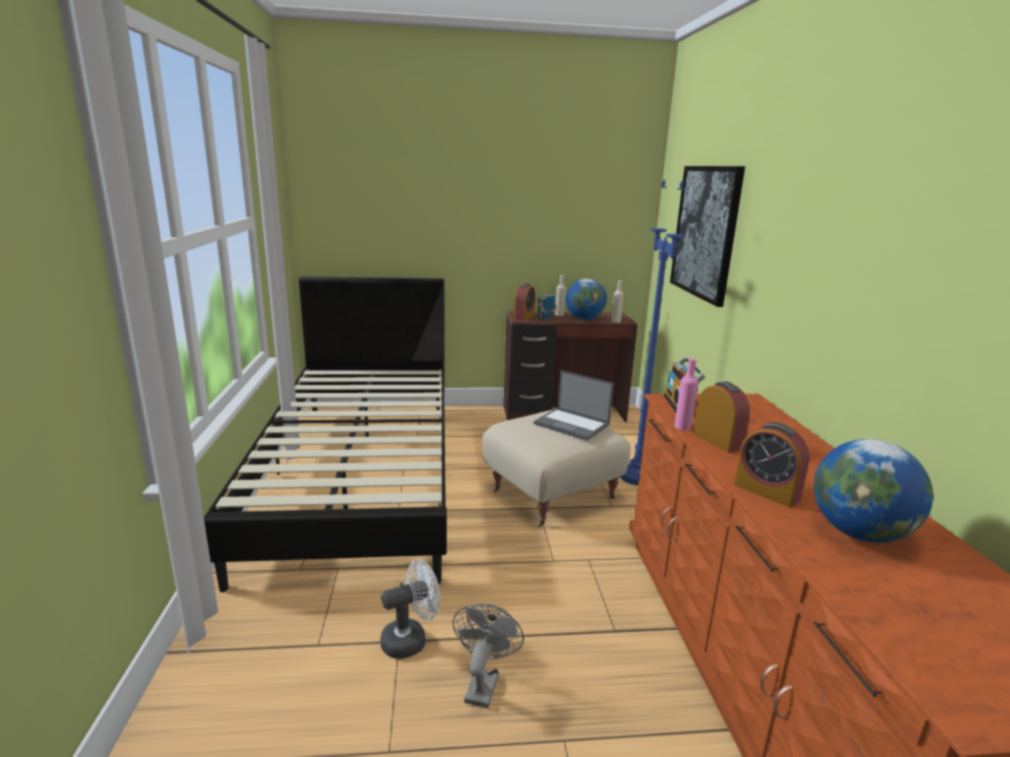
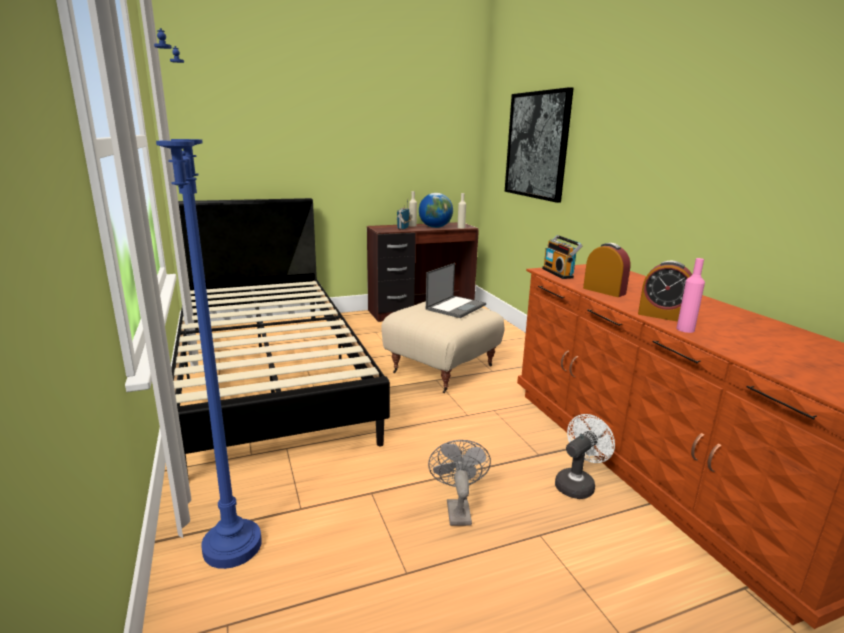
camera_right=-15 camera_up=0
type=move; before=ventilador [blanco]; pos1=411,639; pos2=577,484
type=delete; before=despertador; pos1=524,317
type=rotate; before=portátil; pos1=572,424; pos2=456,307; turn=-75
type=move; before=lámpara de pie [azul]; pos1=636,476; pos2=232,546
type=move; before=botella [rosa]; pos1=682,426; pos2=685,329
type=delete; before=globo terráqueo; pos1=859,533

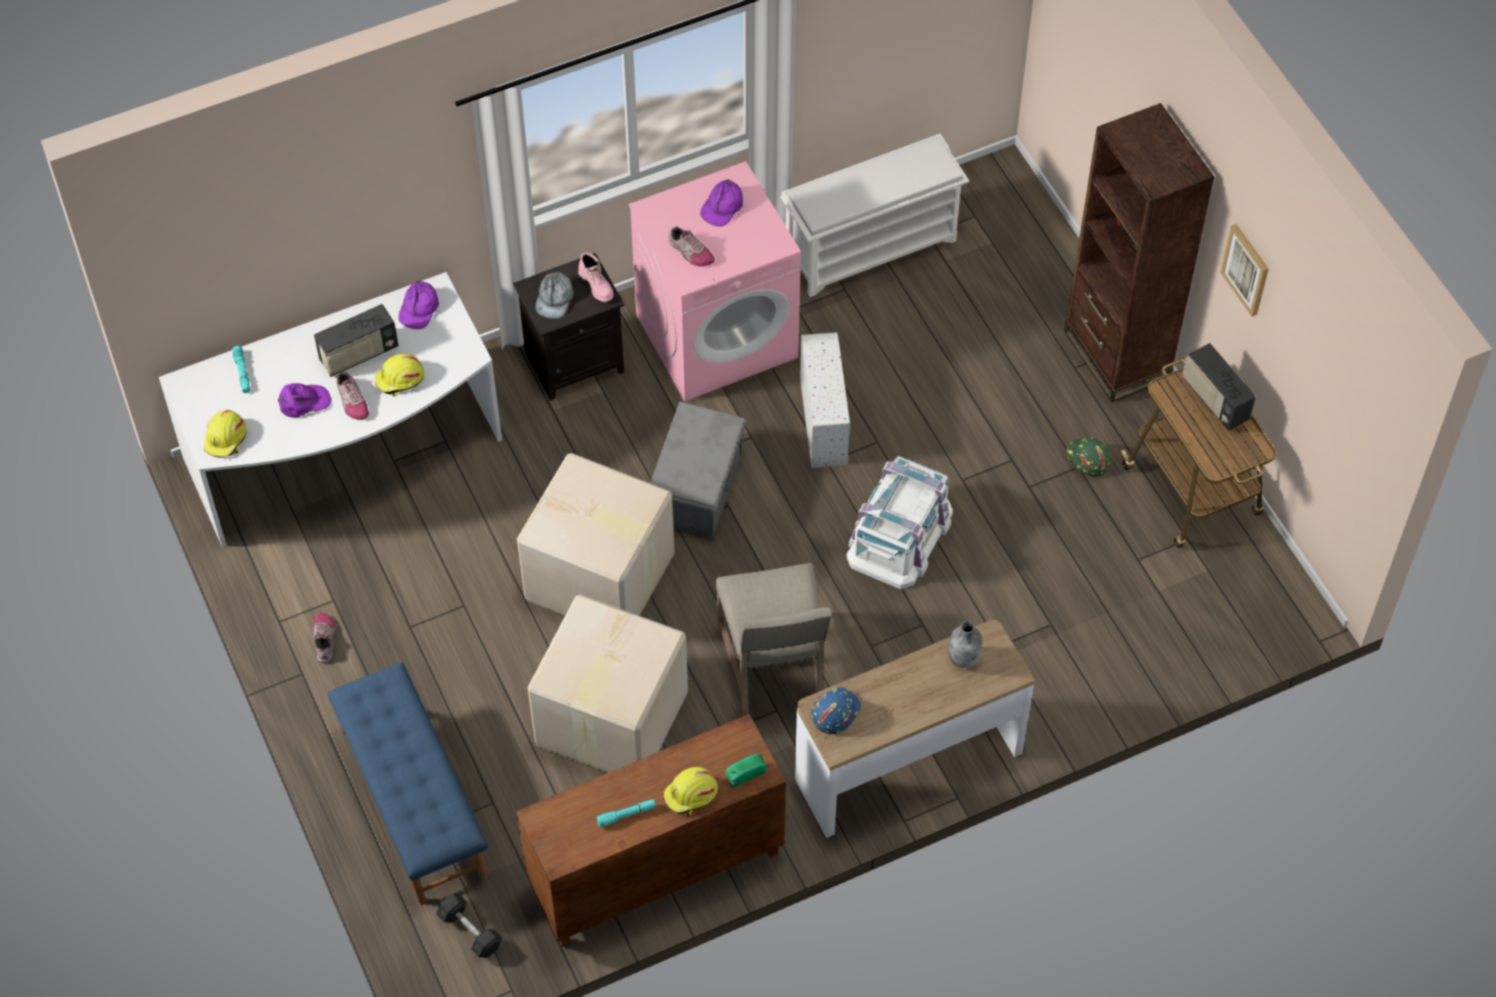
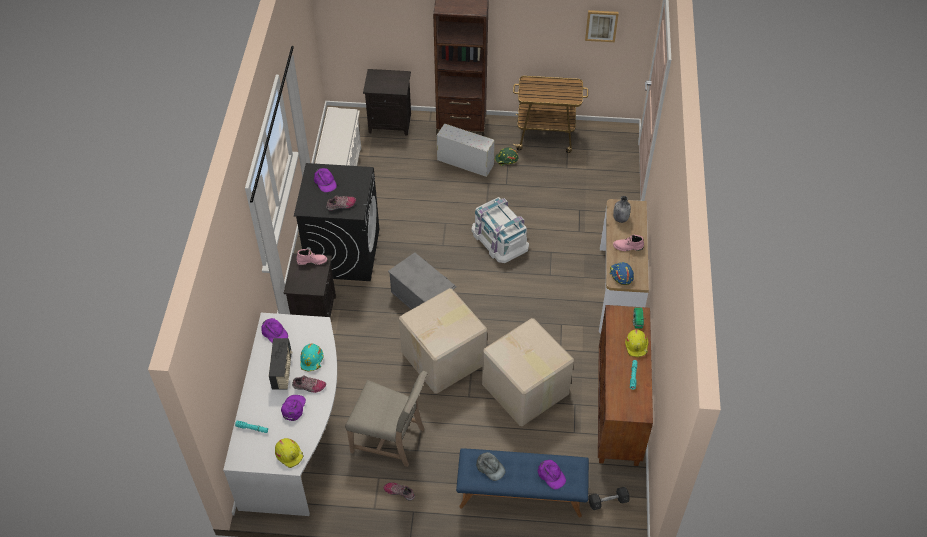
camera_right=-60 camera_up=-5
type=recolor; before=casco [amarillo]; after=casco [turquesa]; pos1=400,379; pos2=312,360
type=move; before=gorra [gris]; pos1=554,298; pos2=490,467
type=recolor; before=lavadora [rosa]; after=lavadora [negro]; pos1=717,335; pos2=343,252
type=move; before=silla [beis]; pos1=774,668; pos2=390,439
type=move; before=caja de almacenaje [blanco]; pos1=823,419; pos2=464,162
type=delete; before=radio; pos1=1214,400
type=move; before=cuadro; pos1=1246,269; pos2=601,25
type=insert; after=mesita de noche [negro]; pos2=390,122
type=insert; after=gorra [morado]; pos2=551,475
type=insert; after=bota [rosa]; pos2=627,247

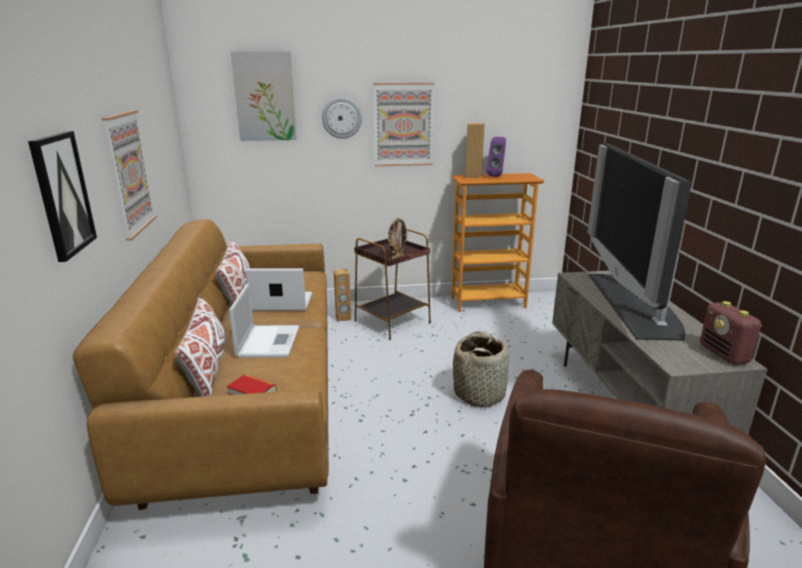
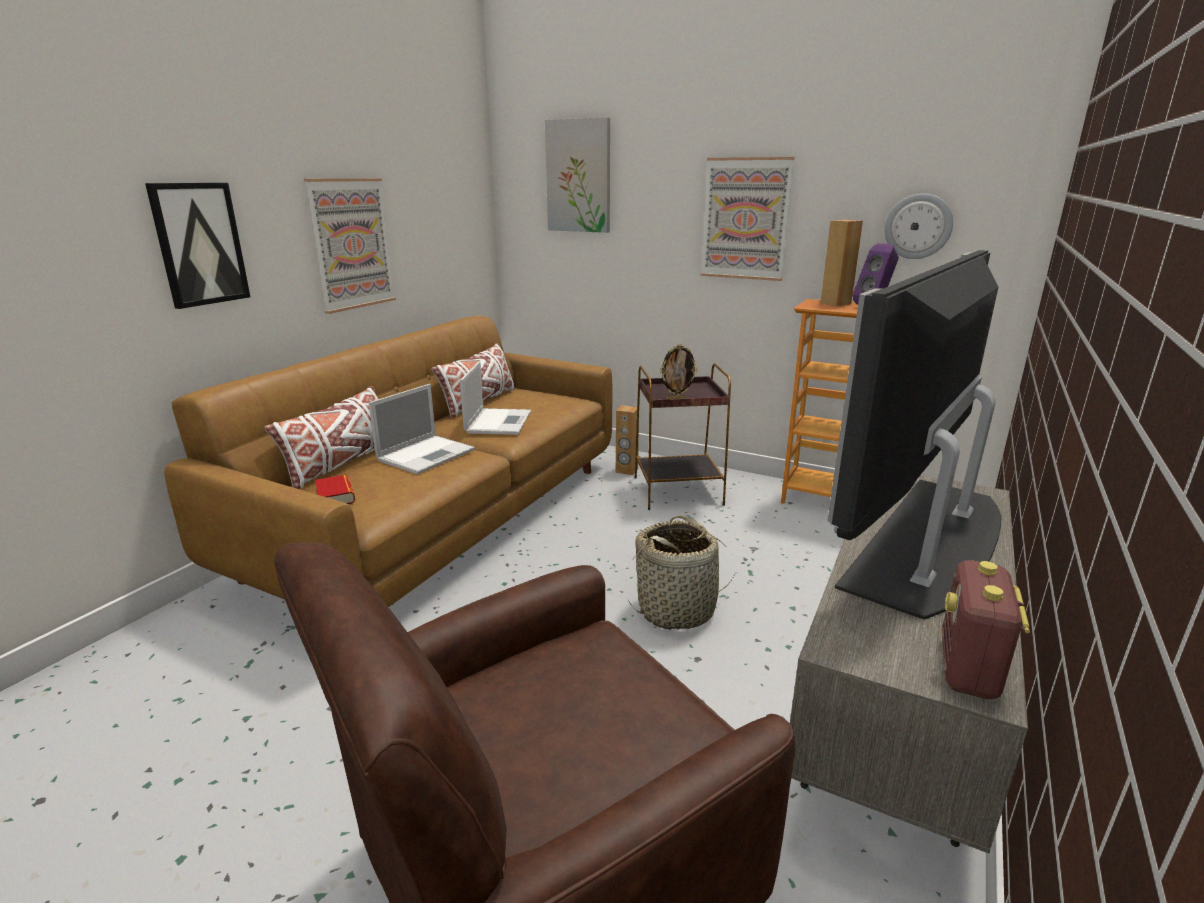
camera_right=35 camera_up=0
type=rotate; before=portátil; pos1=281,302; pos2=498,422; turn=60
type=move; before=reloj de pared; pos1=342,118; pos2=918,226

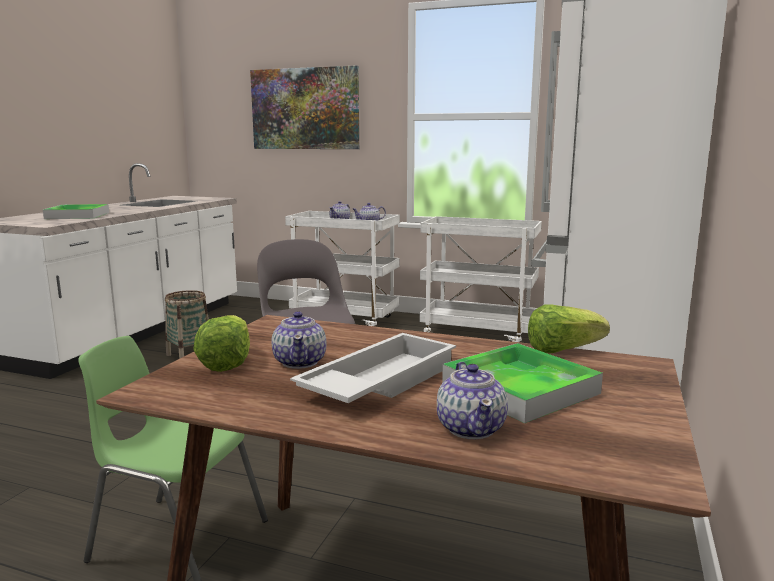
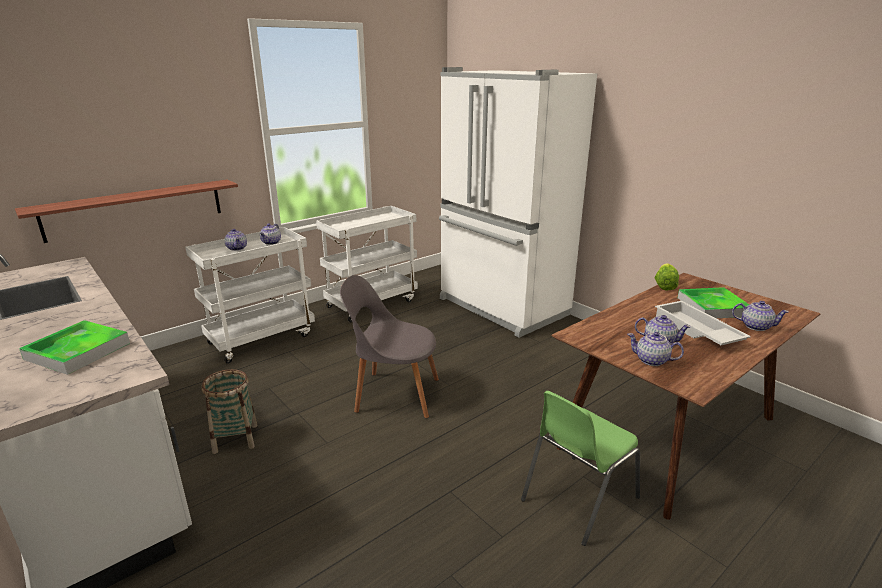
camera_right=-60 camera_up=10
type=replace; before=lechuga; after=tetera; pos1=227,362; pos2=652,360
type=delete; before=cuadro; pos1=305,109
type=insert; after=estante; pos2=135,209

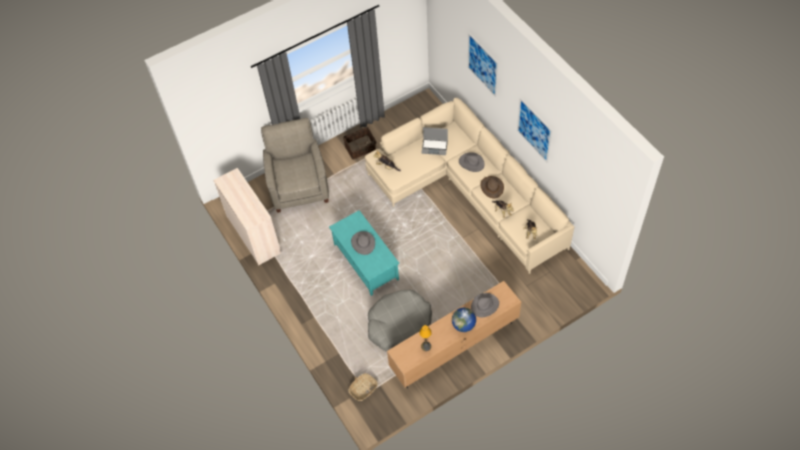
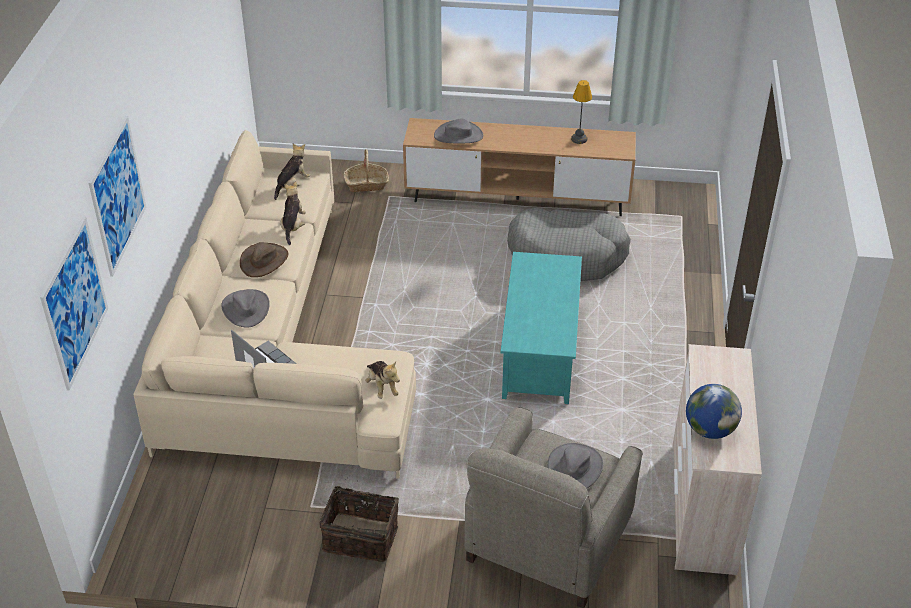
camera_right=-145 camera_up=-15
type=move; before=cesta; pos1=363,389; pos2=366,184
type=move; before=sombrero [gris]; pos1=363,243; pos2=574,468
type=move; before=globo terráqueo; pos1=463,325; pos2=709,429
type=move; before=cuadro; pos1=534,130; pos2=75,303

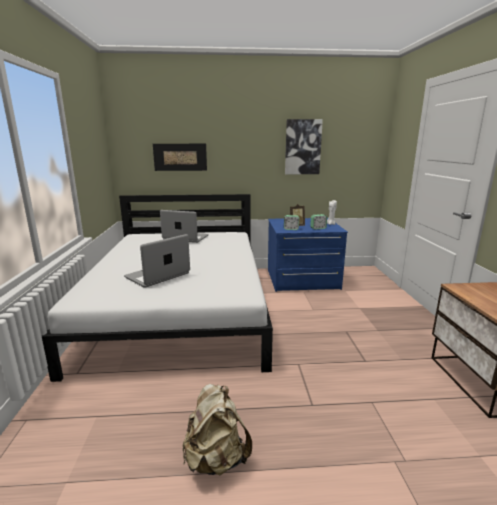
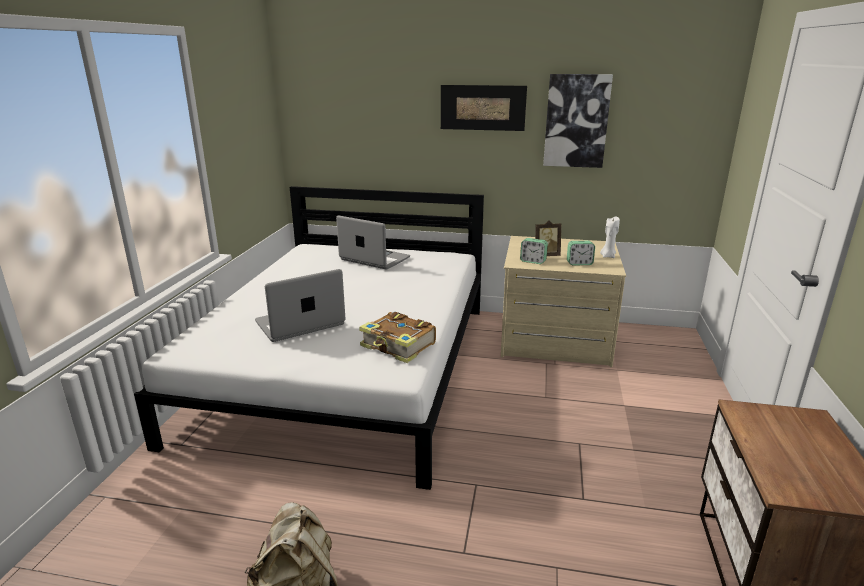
camera_right=15 camera_up=5
type=move; before=cuadro; pos1=180,157; pos2=482,107
type=recolor; before=cómoda [azul]; after=cómoda [beis]; pos1=302,279; pos2=555,340
type=insert; after=libro; pos2=398,346

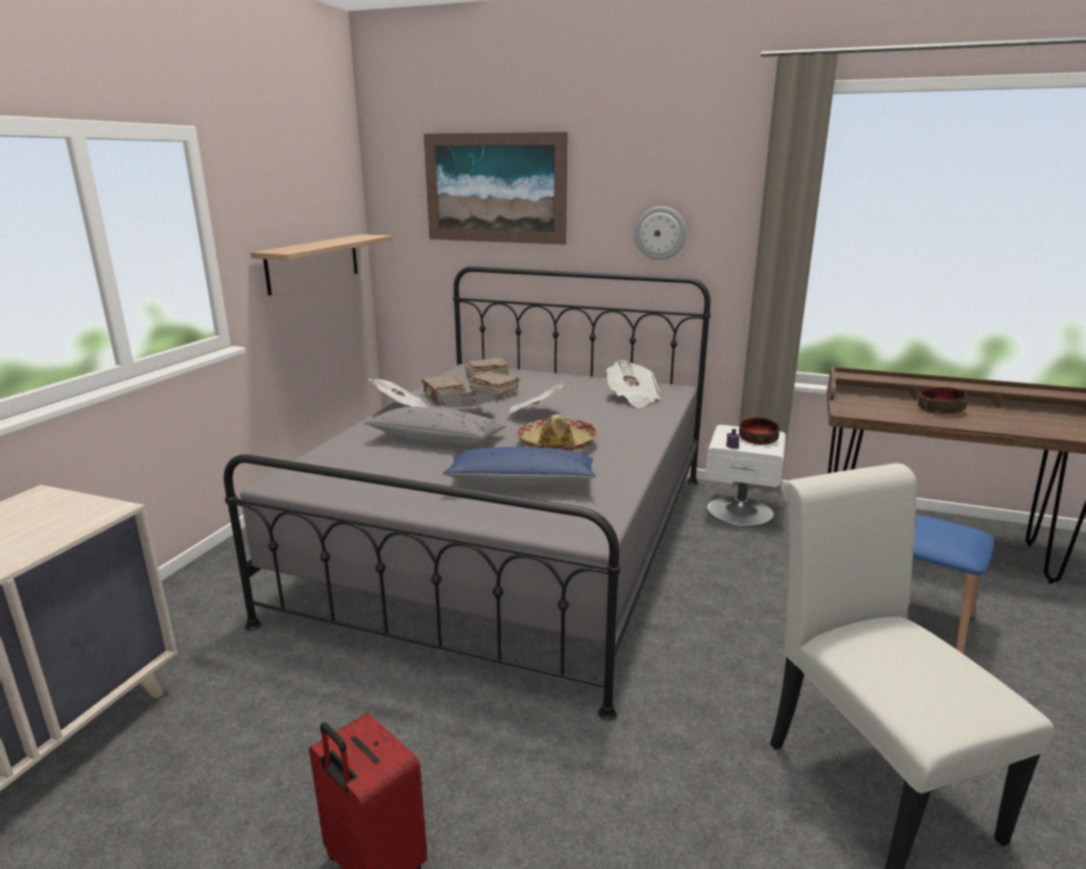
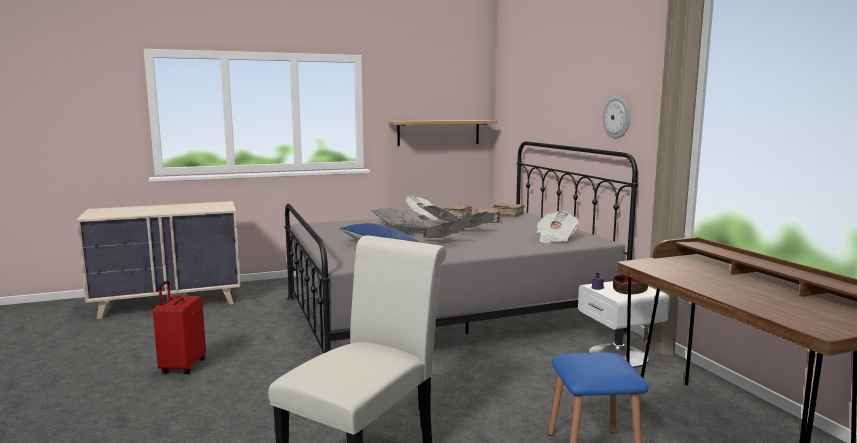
camera_right=50 camera_up=-10
type=delete; before=cuadro; pos1=495,188
type=replace; before=sombrero; after=periódico; pos1=557,444; pos2=443,242
type=delete; before=cuenco; pos1=939,409

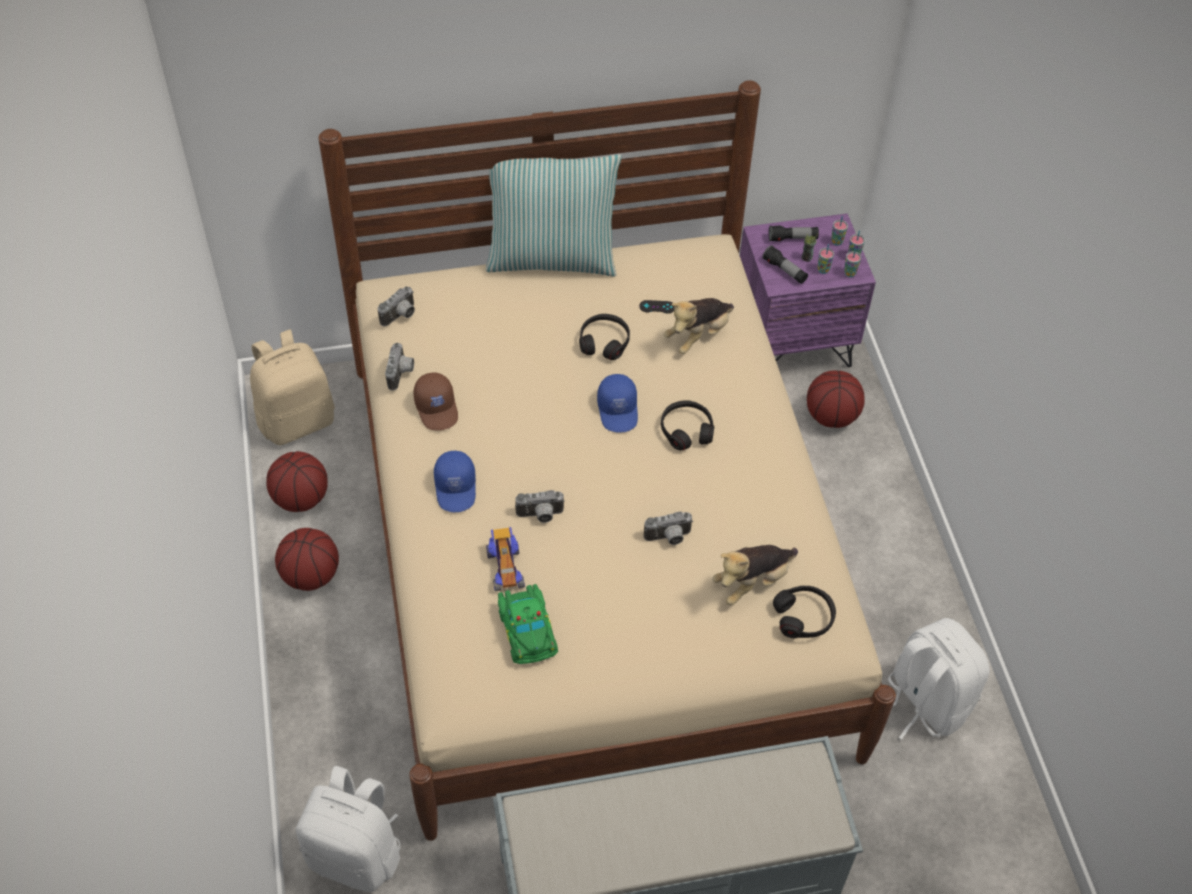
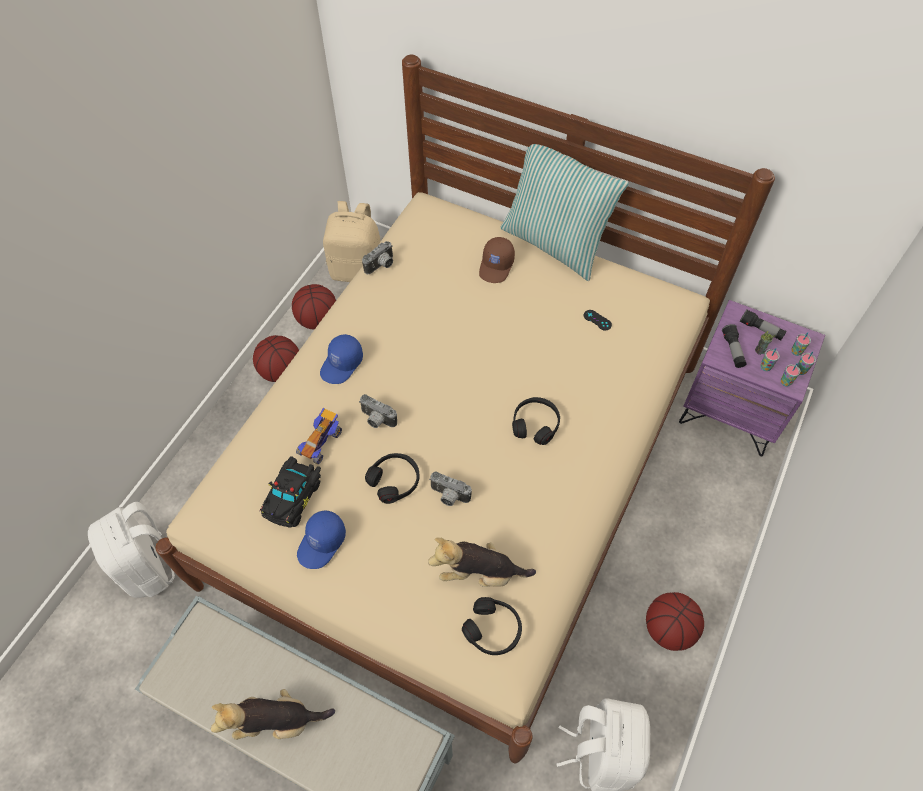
camera_right=40 camera_up=5
type=delete; before=cámara; pos1=400,316
type=move; before=gorra [marrón]; pos1=437,408; pos2=497,266
type=recolor; before=coche de juguete [verde]; after=coche de juguete [negro]; pos1=528,629; pos2=294,496
type=move; before=auriculares [negro]; pos1=604,342; pos2=394,480
type=move; before=gorra [azul]; pos1=618,410; pos2=322,543
type=move; before=peluche; pos1=698,335; pos2=277,722
type=move; before=balón de baloncesto; pos1=831,416; pos2=669,629

